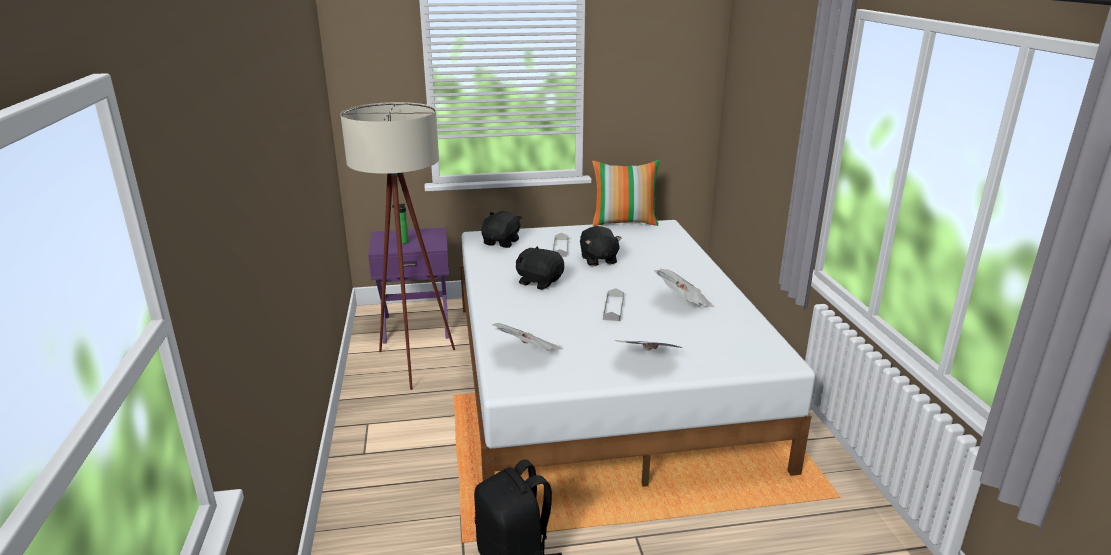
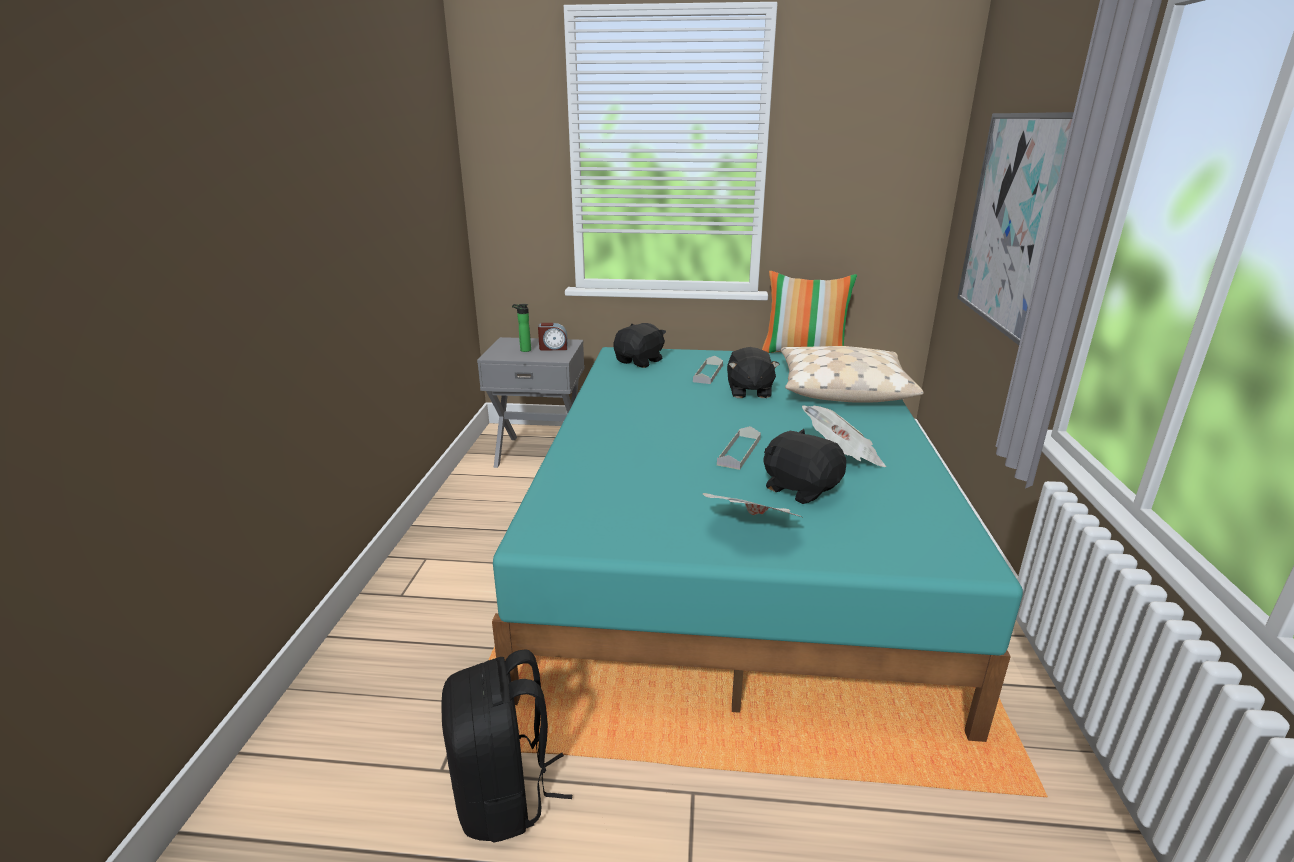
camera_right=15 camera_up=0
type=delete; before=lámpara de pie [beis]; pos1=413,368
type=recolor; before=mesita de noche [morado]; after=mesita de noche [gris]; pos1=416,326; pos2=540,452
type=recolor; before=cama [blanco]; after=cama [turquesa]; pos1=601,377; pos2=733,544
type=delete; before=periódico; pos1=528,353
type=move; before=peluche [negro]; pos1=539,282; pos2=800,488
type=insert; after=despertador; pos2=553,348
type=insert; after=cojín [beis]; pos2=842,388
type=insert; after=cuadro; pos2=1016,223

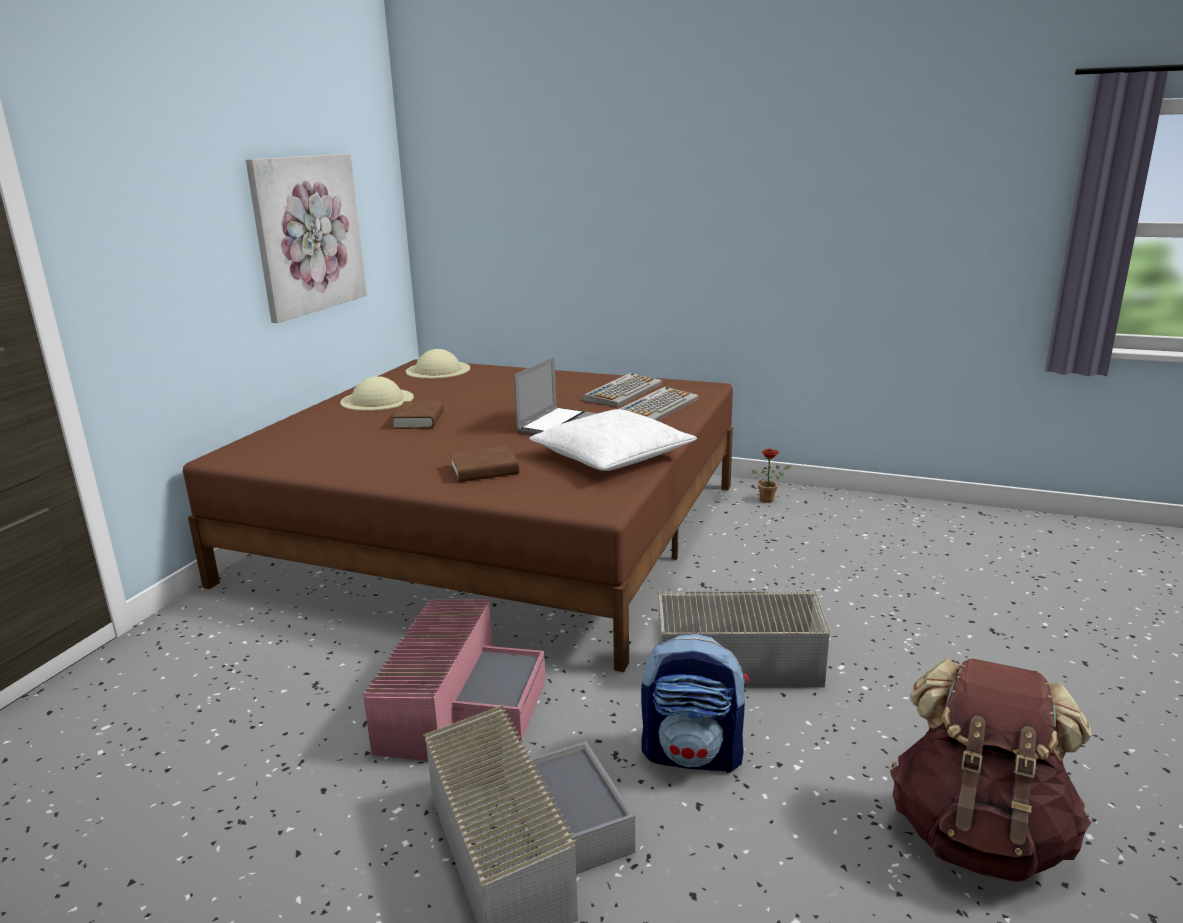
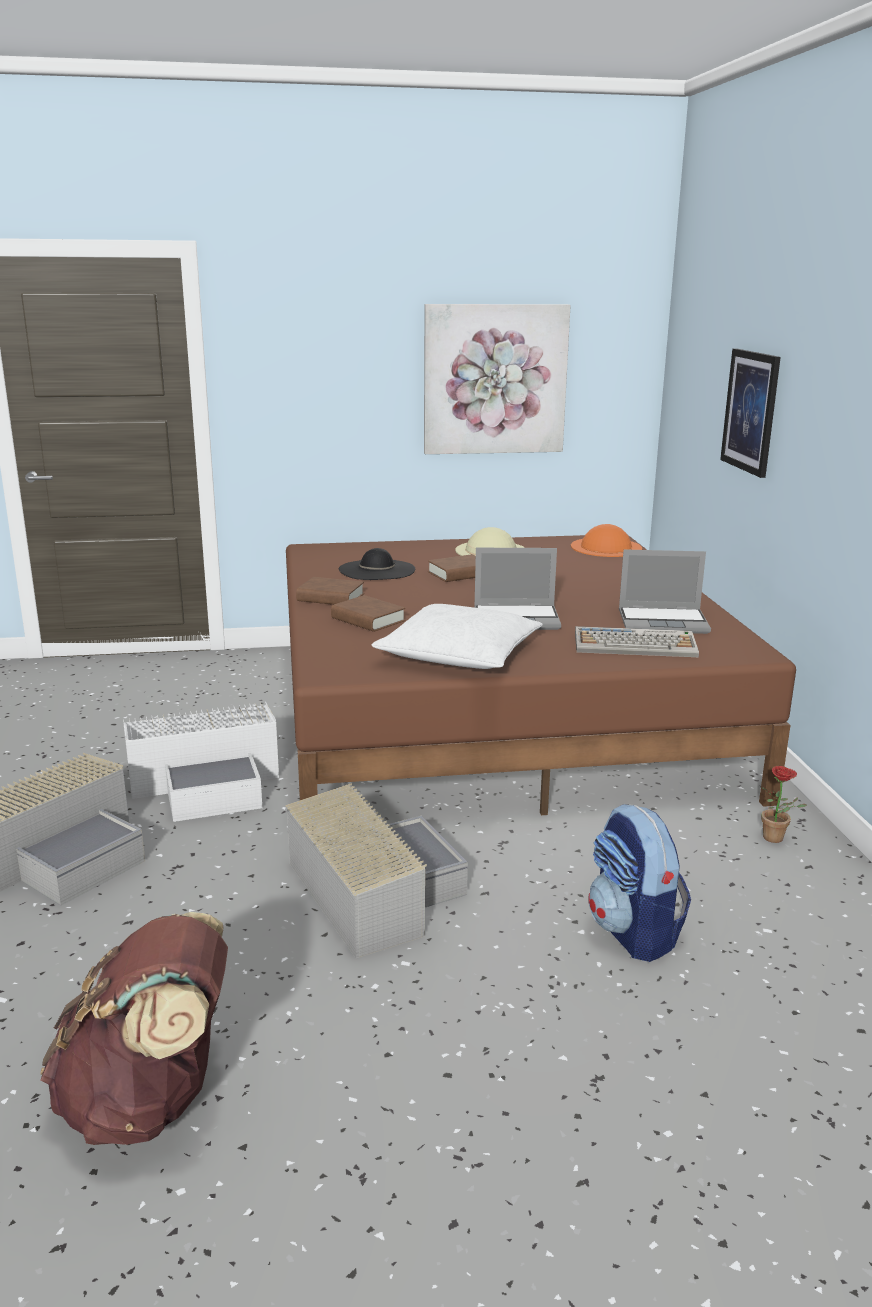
camera_right=60 camera_up=0
type=recolor; before=caja de almacenaje [rosa]; after=caja de almacenaje [blanco]; pos1=458,702; pos2=209,782
type=recolor; before=sombrero [beis]; after=sombrero [naranja]; pos1=438,370; pos2=606,547
type=replace; before=teclado; after=portátil; pos1=623,391; pos2=664,622
type=move; before=mochila; pos1=693,754; pos2=634,932
type=insert; after=libro [marrón]; pos2=330,598
type=insert; after=sombrero [negro]; pos2=377,570
type=insert; after=cuadro; pos2=750,411

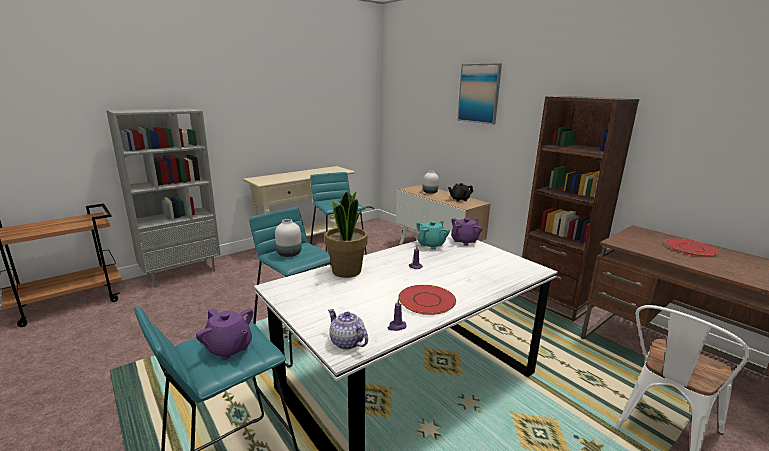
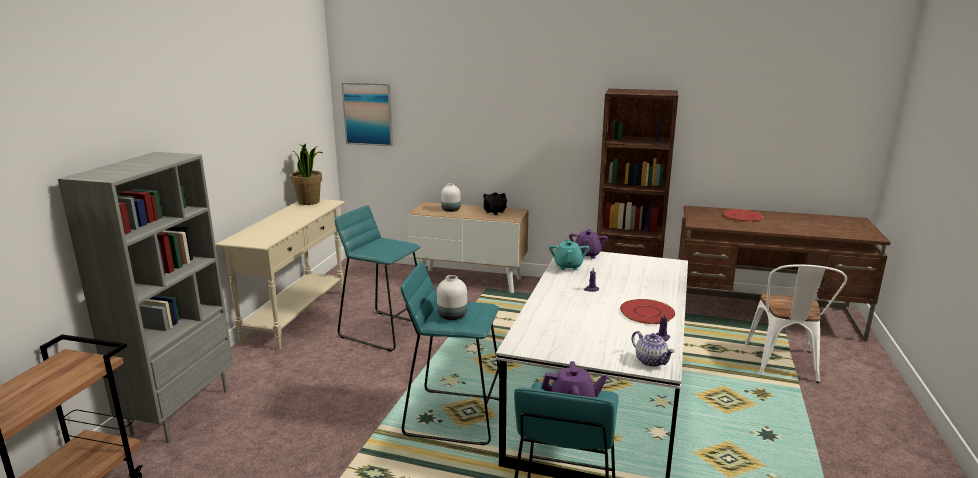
camera_right=-35 camera_up=0
type=move; before=planta en maceta; pos1=347,271; pos2=309,202
type=rotate; before=tetera; pos1=346,342; pos2=651,361; turn=-135
type=move; before=cuadro; pos1=479,93; pos2=368,114

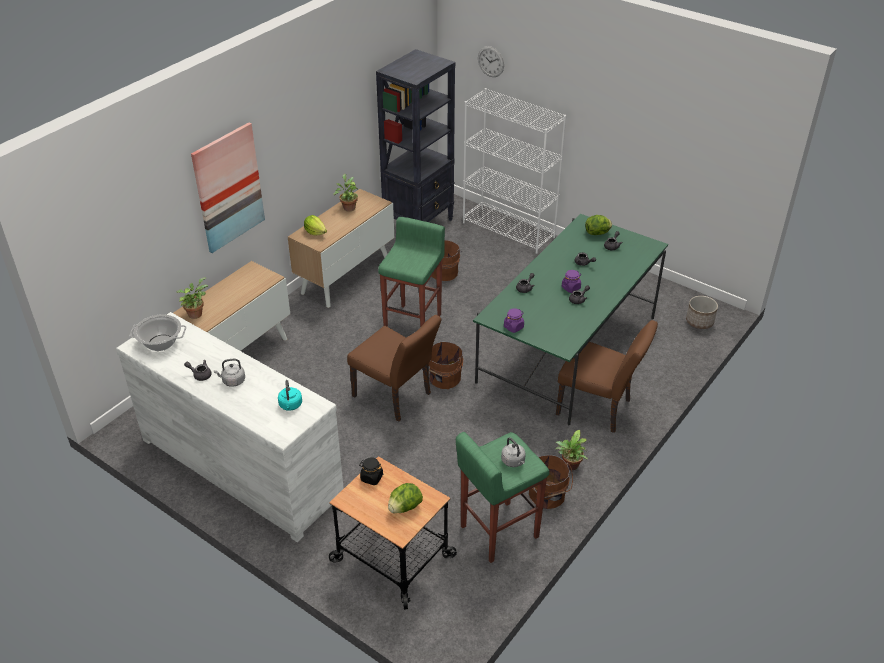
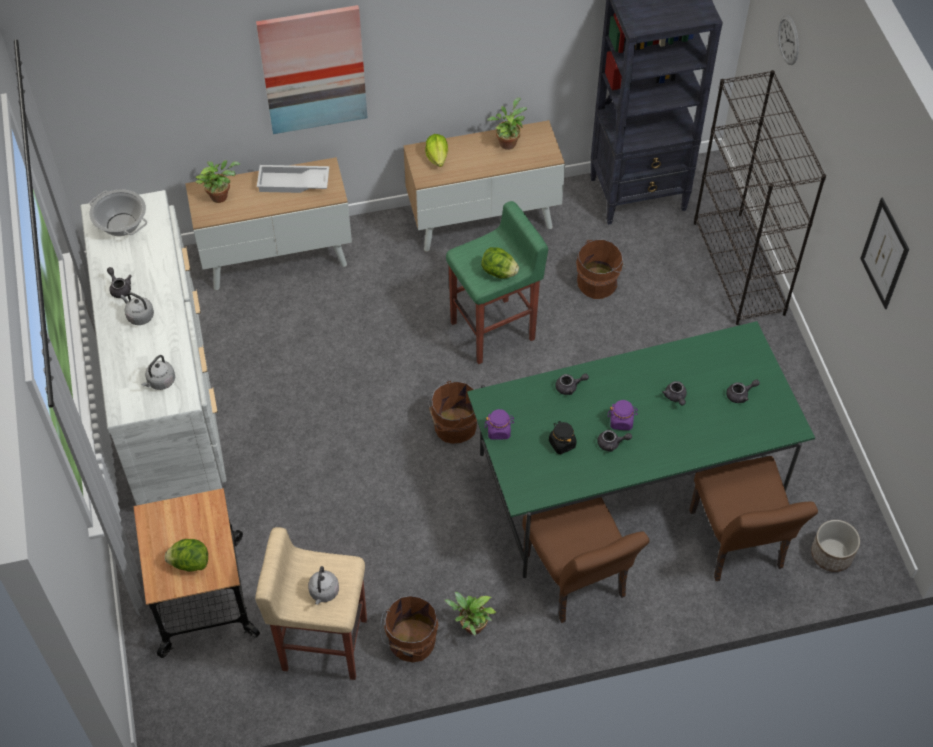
camera_right=40 camera_up=15
type=recolor; before=hervidor [turquesa]; after=hervidor [gris]; pos1=290,405; pos2=160,382
type=move; before=silla [marrón]; pos1=396,397; pos2=738,546
type=move; before=tarro [negro]; pos1=371,478; pos2=562,443
type=recolor; before=taburete [verde]; after=taburete [beis]; pos1=498,531; pos2=323,643
type=recolor; before=estantería [blanco]; after=estantería [negro]; pos1=509,230; pos2=739,268
type=move; before=lechuga; pos1=597,233; pos2=499,272
type=insert; after=bandeja [blanco]; pos2=293,183
type=insert; after=cuadro; pos2=884,253

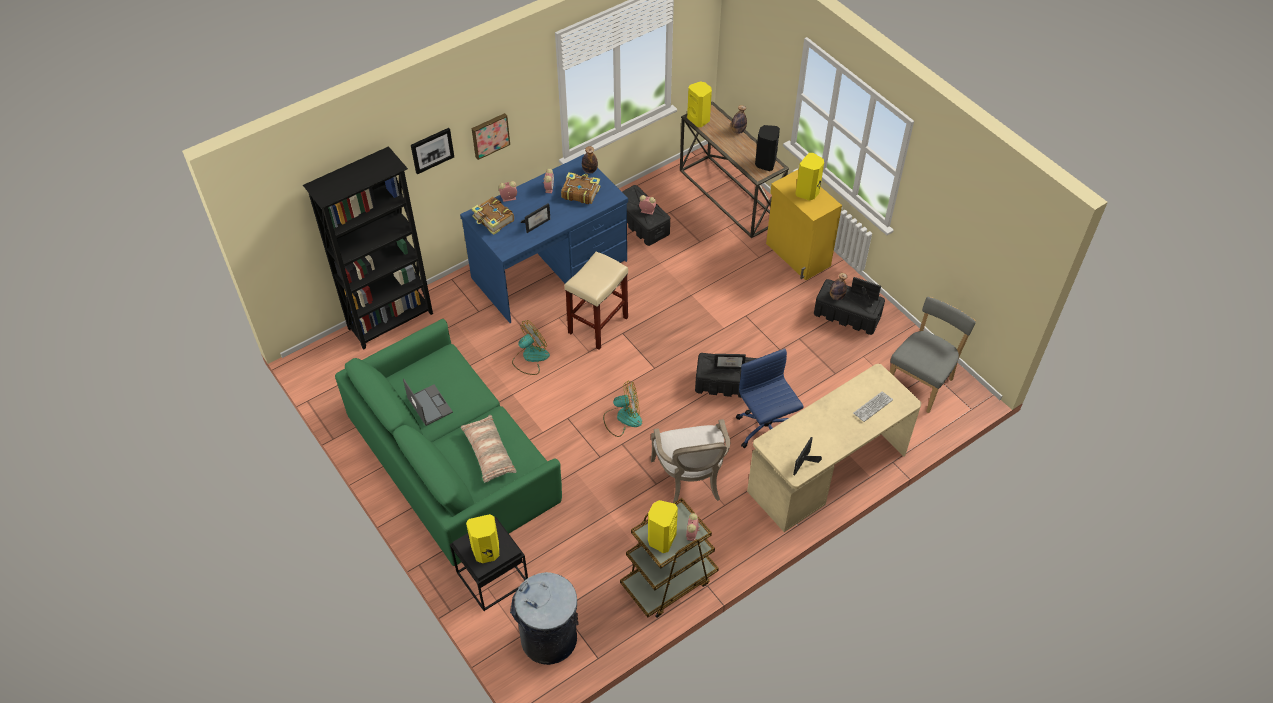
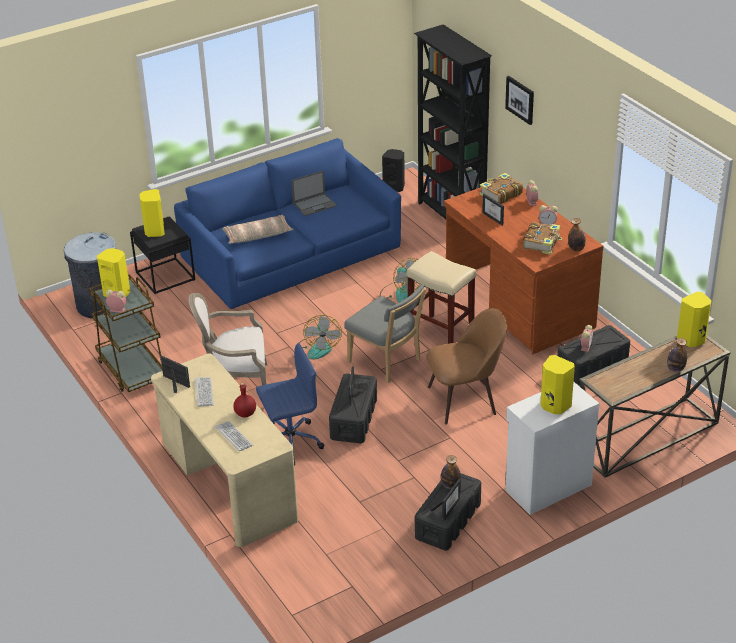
camera_right=95 camera_up=-15
type=recolor; before=sofá [verde]; after=sofá [azul]; pos1=452,457; pos2=291,253
type=recolor; before=escritorio [azul]; after=escritorio [marrón]; pos1=550,270; pos2=518,304
type=delete; before=cuadro; pos1=490,135
type=move; before=altavoz [negro]; pos1=765,163; pos2=394,187
type=recolor; before=armario [amarillo]; after=armario [blanco]; pos1=797,255; pos2=547,487
type=move; before=silla [gris]; pos1=921,382; pos2=387,362
type=insert; after=teclado; pos2=204,392
type=insert; after=botella [rojo]; pos2=245,413
type=insert; after=silla [marrón]; pos2=465,399

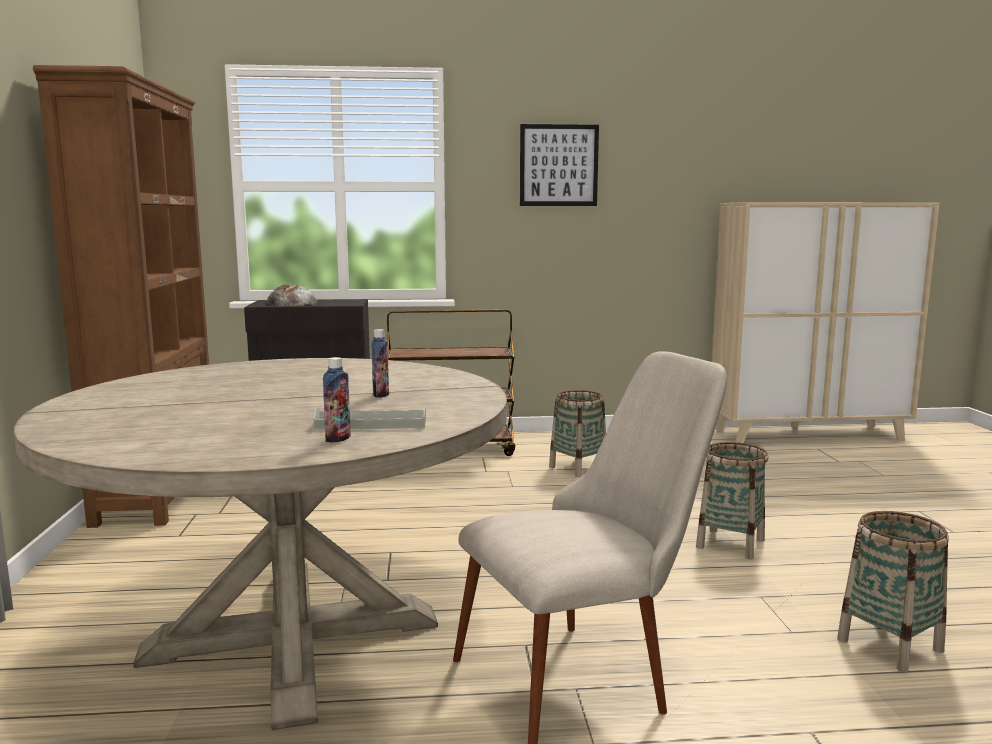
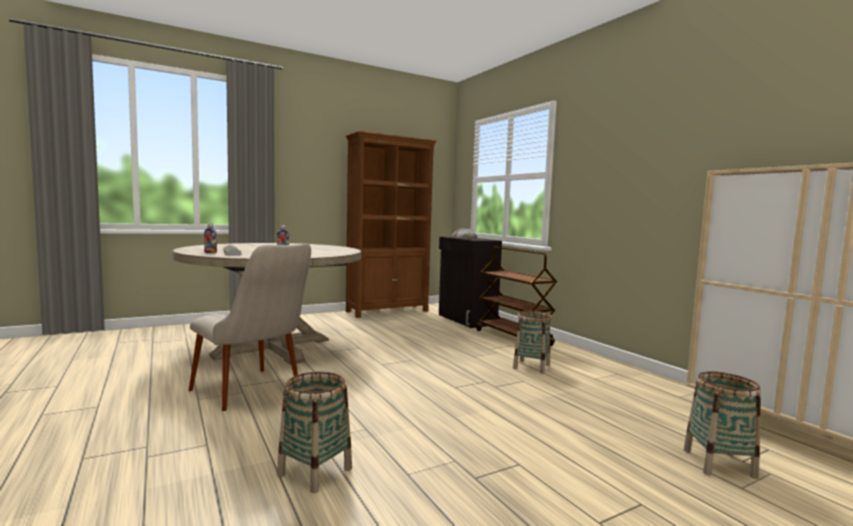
camera_right=65 camera_up=-5
type=delete; before=cuadro; pos1=558,165
type=move; before=cesta; pos1=730,543; pos2=719,463

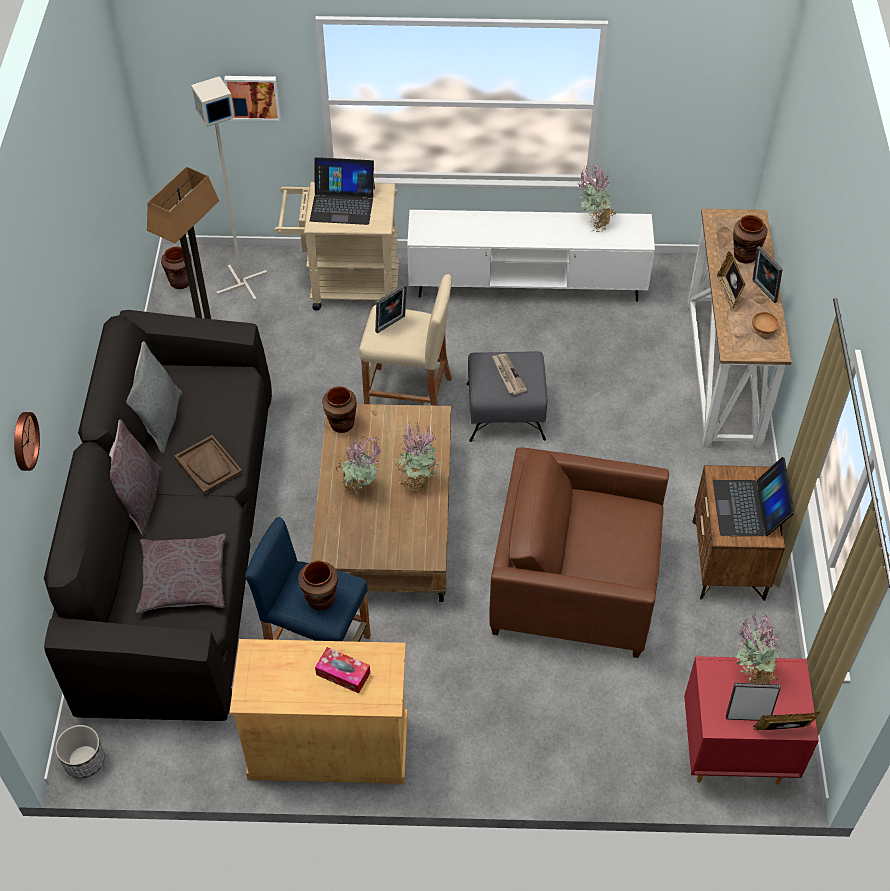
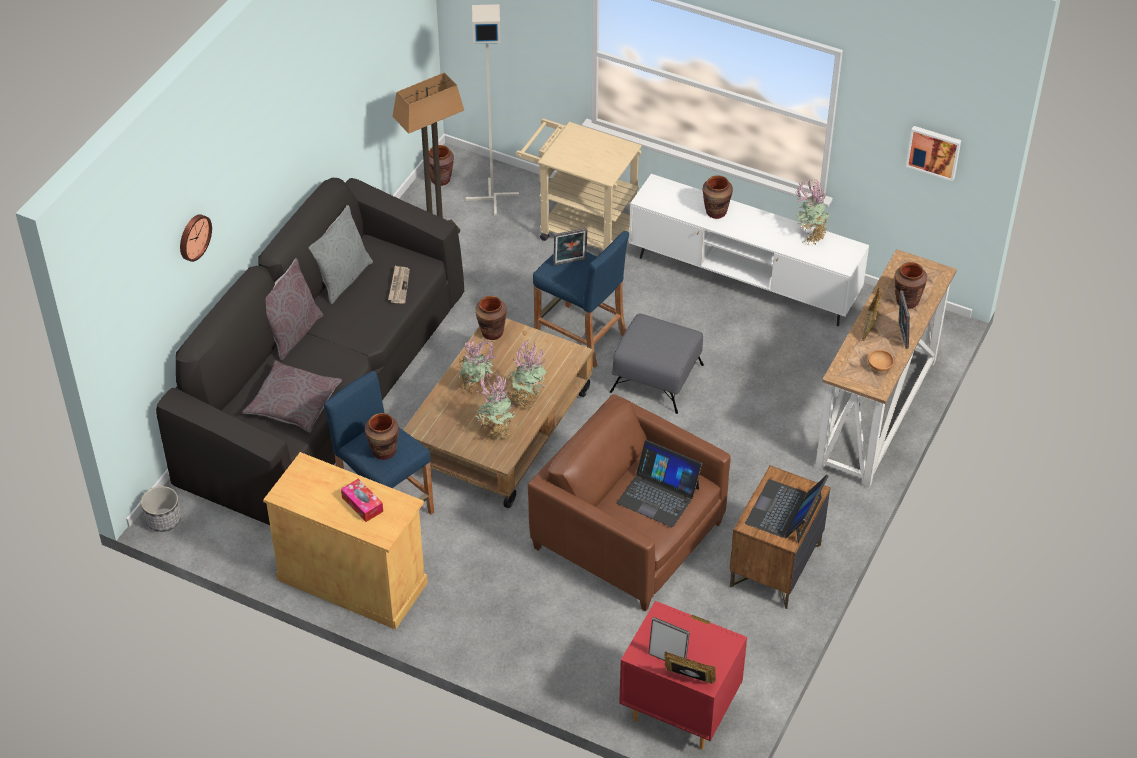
camera_right=25 camera_up=-5
type=delete; before=bandeja [marrón]; pos1=208,466
type=move; before=cuadro; pos1=253,96; pos2=934,151
type=move; before=portátil; pos1=342,204; pos2=658,495
type=recolor; before=taburete [beis]; after=taburete [azul]; pos1=408,394; pos2=580,336
type=move; before=periódico; pos1=508,375; pos2=399,285
type=move; before=planta en maceta; pos1=751,674; pos2=496,431
type=insert; after=florero [marrón]; pos2=716,212

